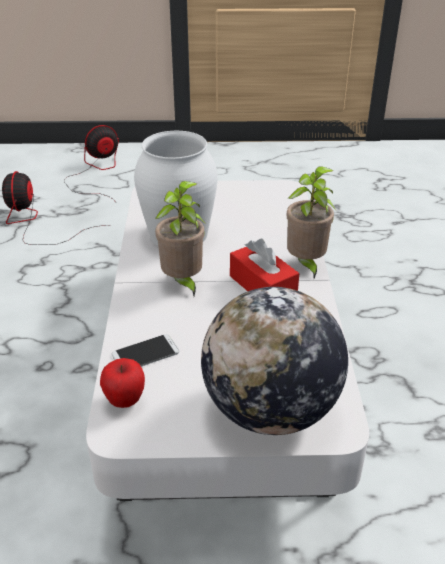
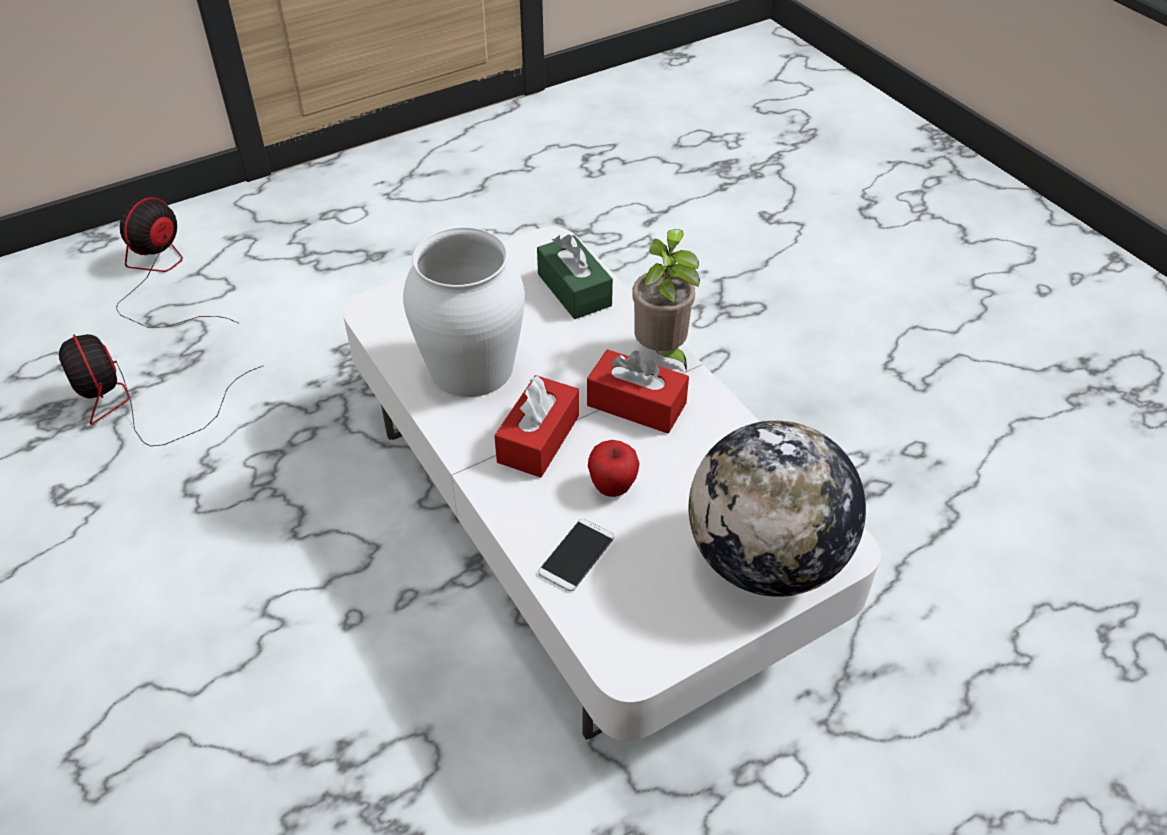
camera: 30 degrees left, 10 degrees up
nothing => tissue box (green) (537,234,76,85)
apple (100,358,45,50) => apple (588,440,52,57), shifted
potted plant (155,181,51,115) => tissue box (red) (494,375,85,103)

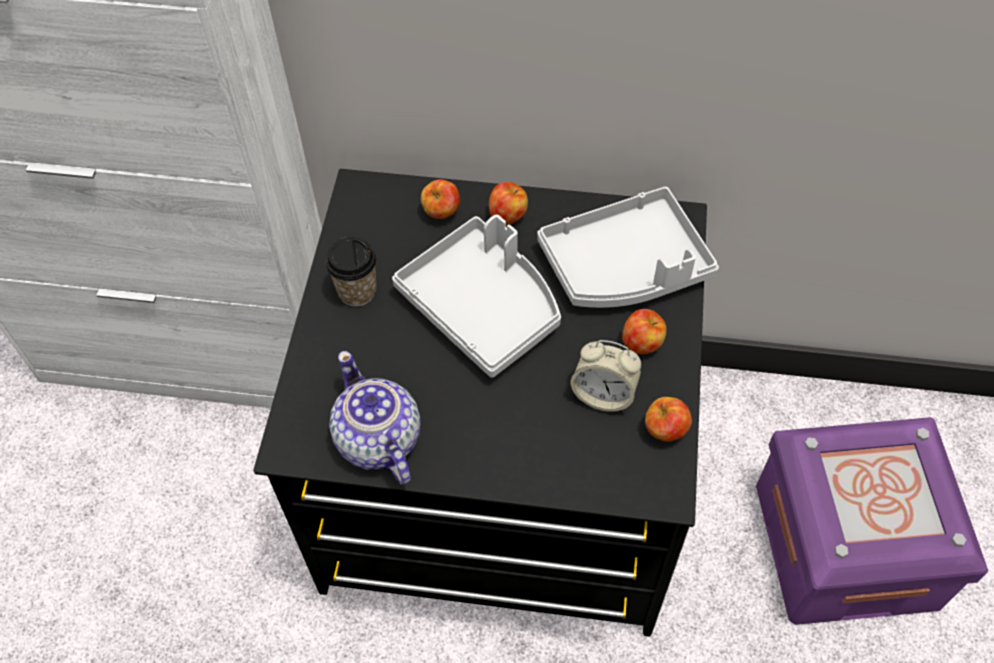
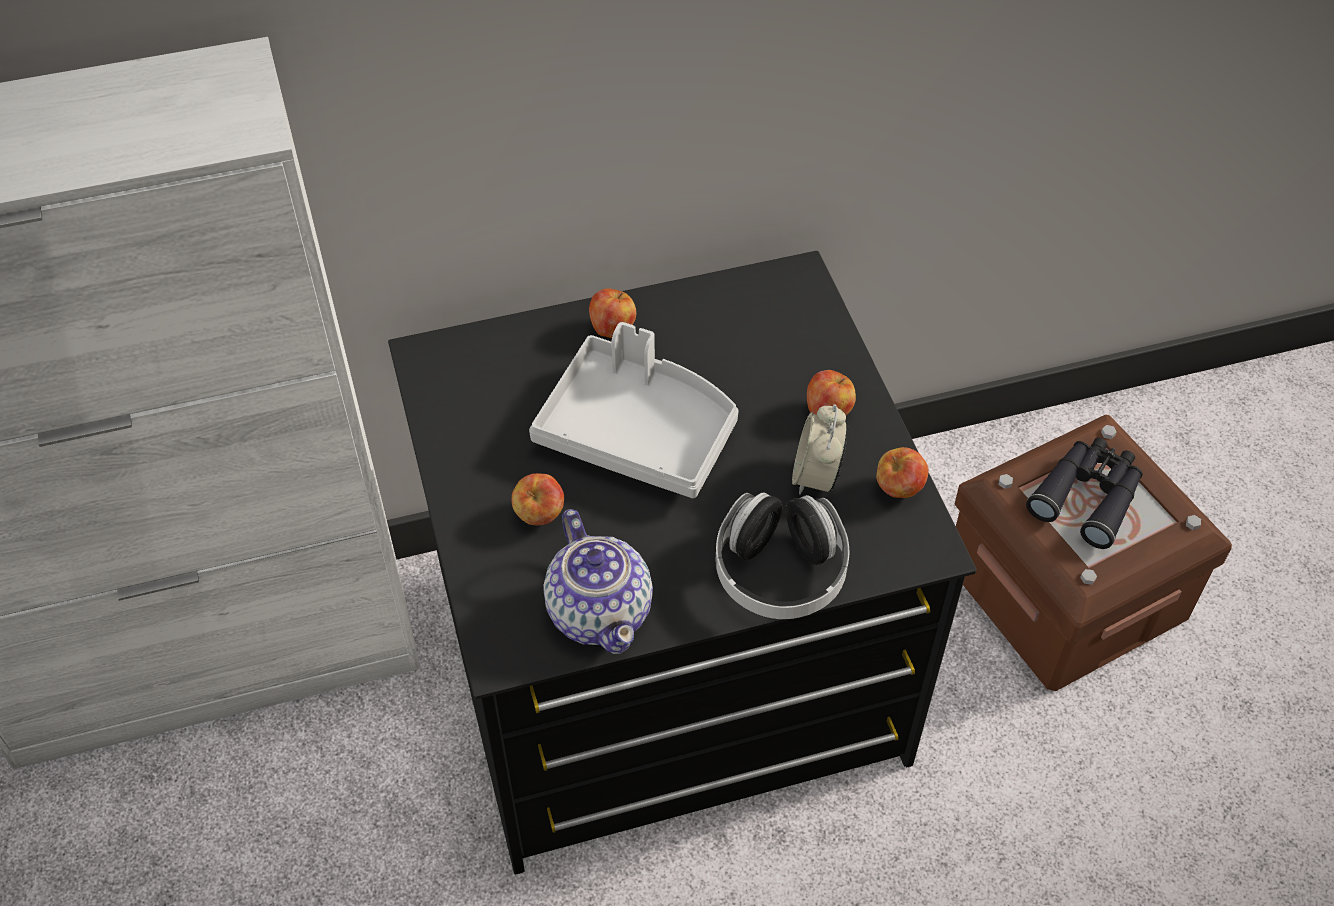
camera: 25 degrees left, 5 degrees down
cup (325,237,52,70) => nothing
tray (grey) (537,187,182,121) => nothing
nothing => headphones (716,493,133,126)
nothing => binoculars (black) (1026,437,117,112)
apple (421,179,39,40) => apple (512,473,52,52), shifted
storage box (purple) (756,417,232,208) => storage box (brown) (954,415,278,276)
teapot (329,351,92,133) => teapot (543,509,110,145), 150 degrees counterclockwise
alarm clock (571,340,70,72) => alarm clock (792,404,56,91), 105 degrees clockwise

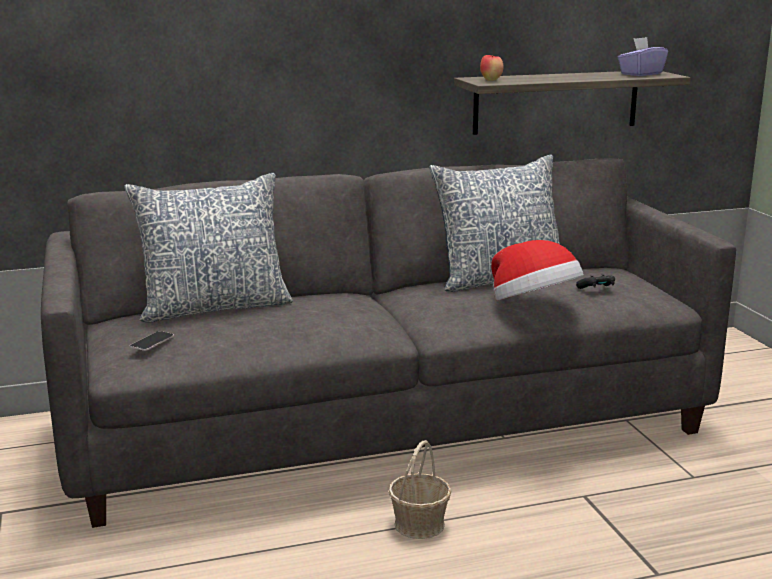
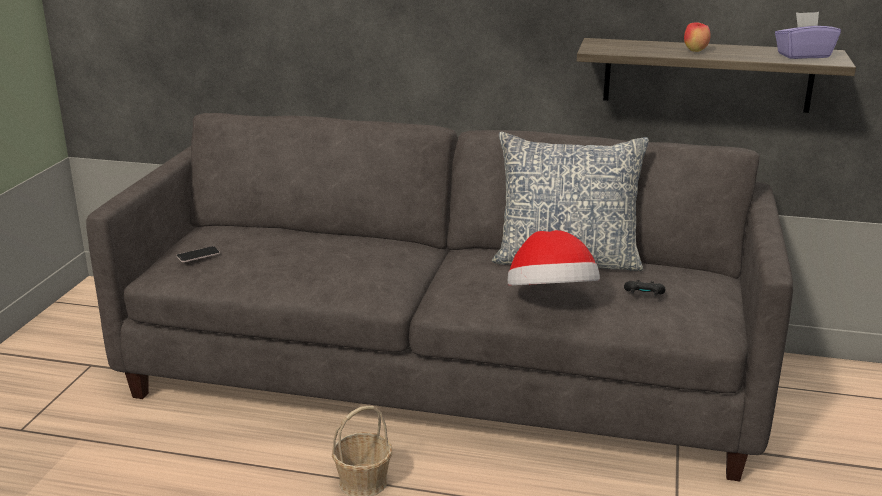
camera: 30 degrees right, 5 degrees up
pillow (124,173,169,149) => nothing
apple (480,55,24,26) => apple (684,22,27,30), shifted

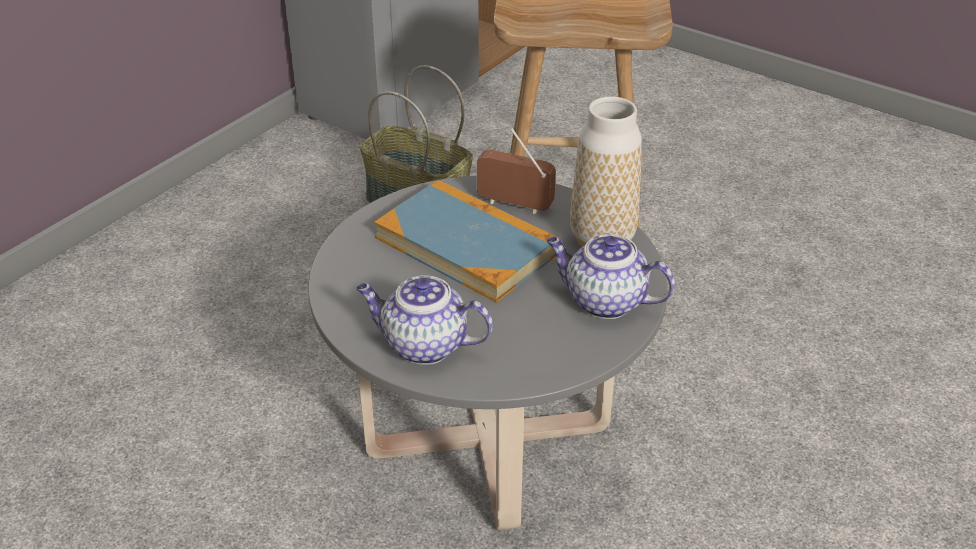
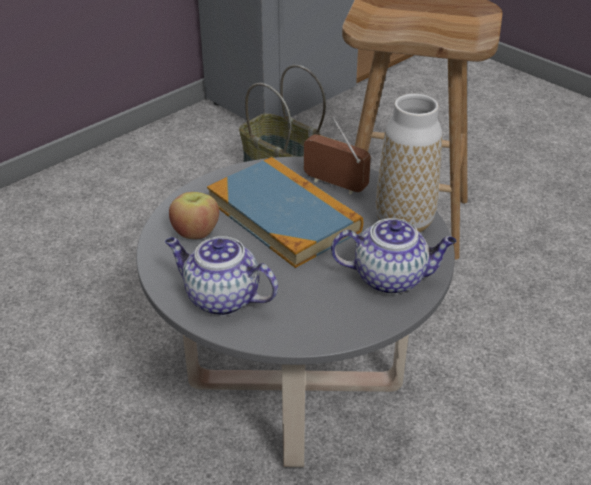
camera: 10 degrees right, 0 degrees up
nothing => apple (169,192,50,47)
teapot (546,234,129,85) => teapot (331,218,126,76), 150 degrees clockwise

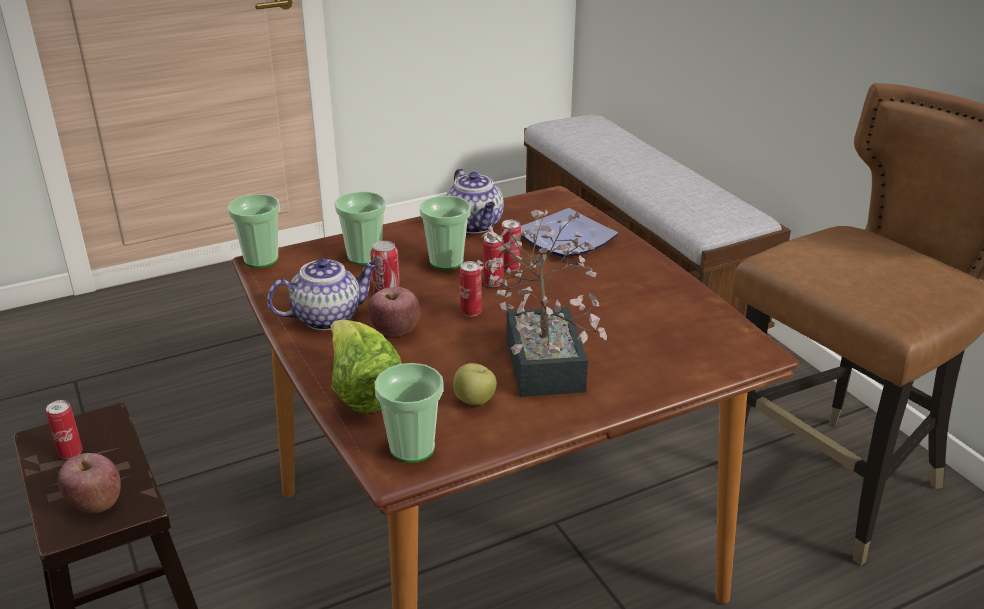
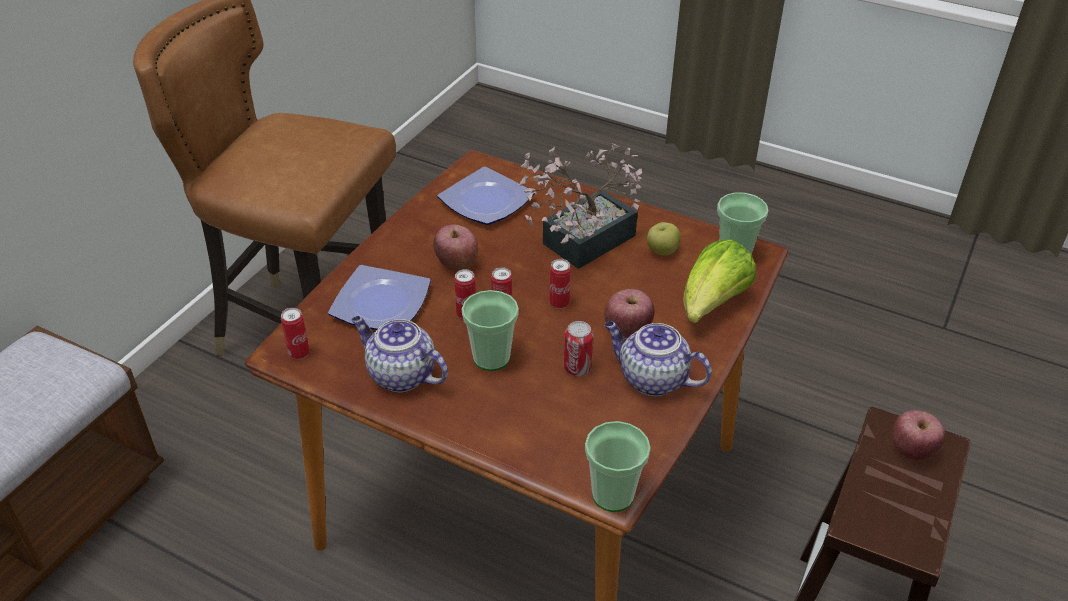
camera: 125 degrees left, 10 degrees up
cup (335,191,51,74) => nothing
nothing => apple (433,225,45,47)
nothing => plate (437,167,97,58)
can (46,400,37,59) => can (281,308,28,51), shifted
teapot (446,168,58,65) => teapot (351,316,97,77), 90 degrees counterclockwise

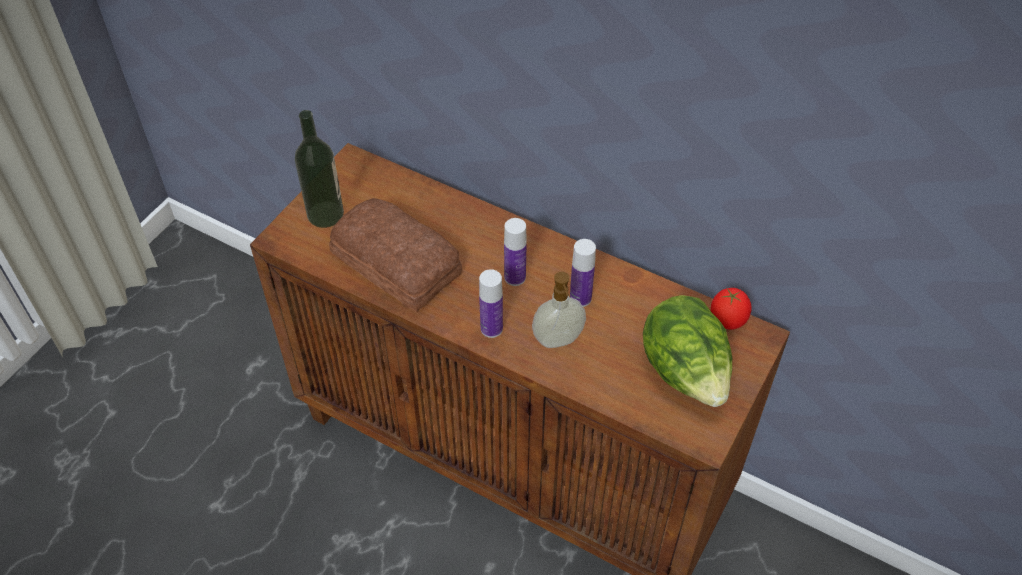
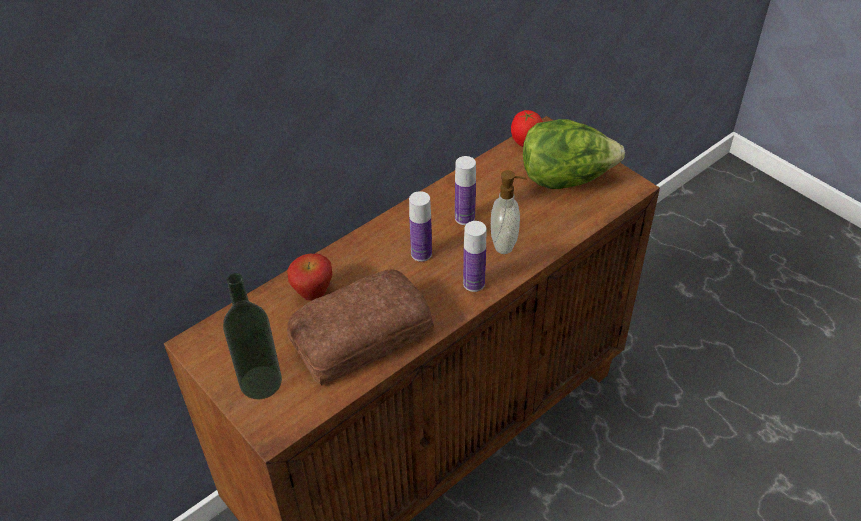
camera: 70 degrees left, 5 degrees down
nothing => apple (287,254,45,47)

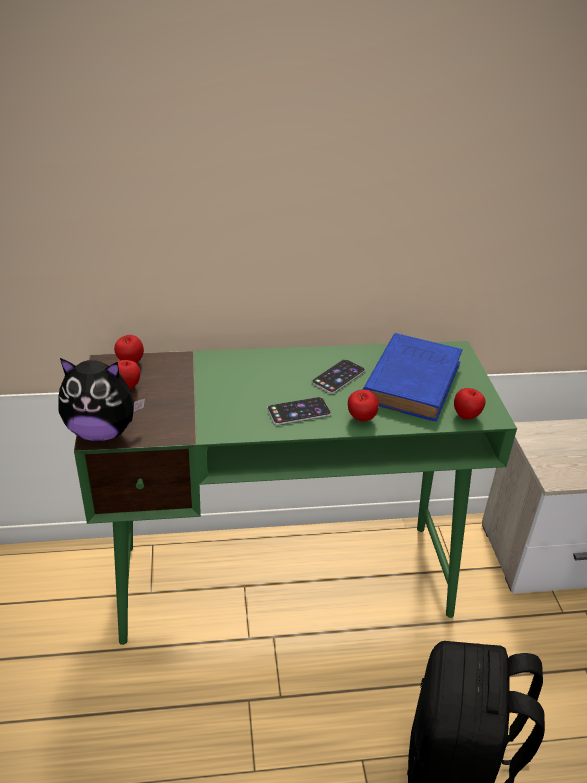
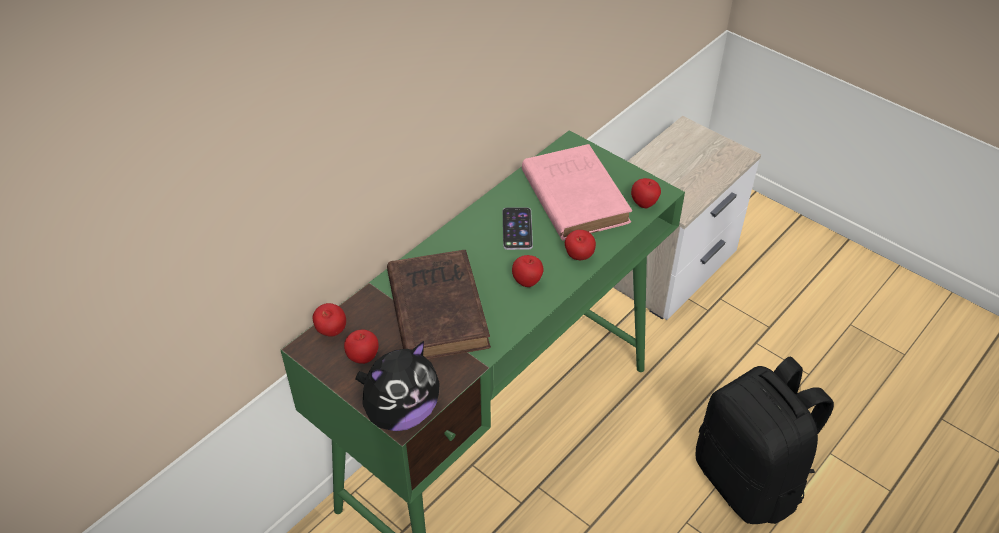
camera: 40 degrees left, 10 degrees up
nothing => book (brown) (387,250,104,109)
phone (267,397,64,28) => apple (512,255,32,32)
book (blue) (363,333,100,88) => book (pink) (522,144,110,96)

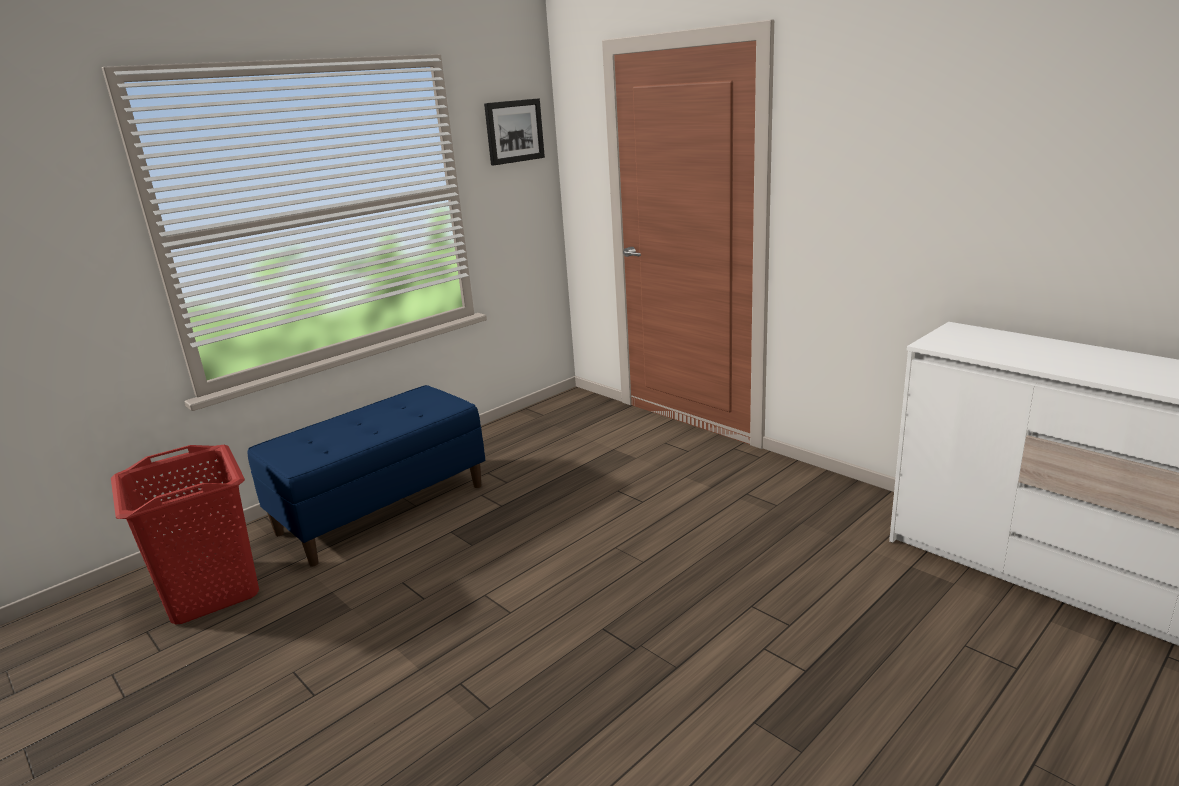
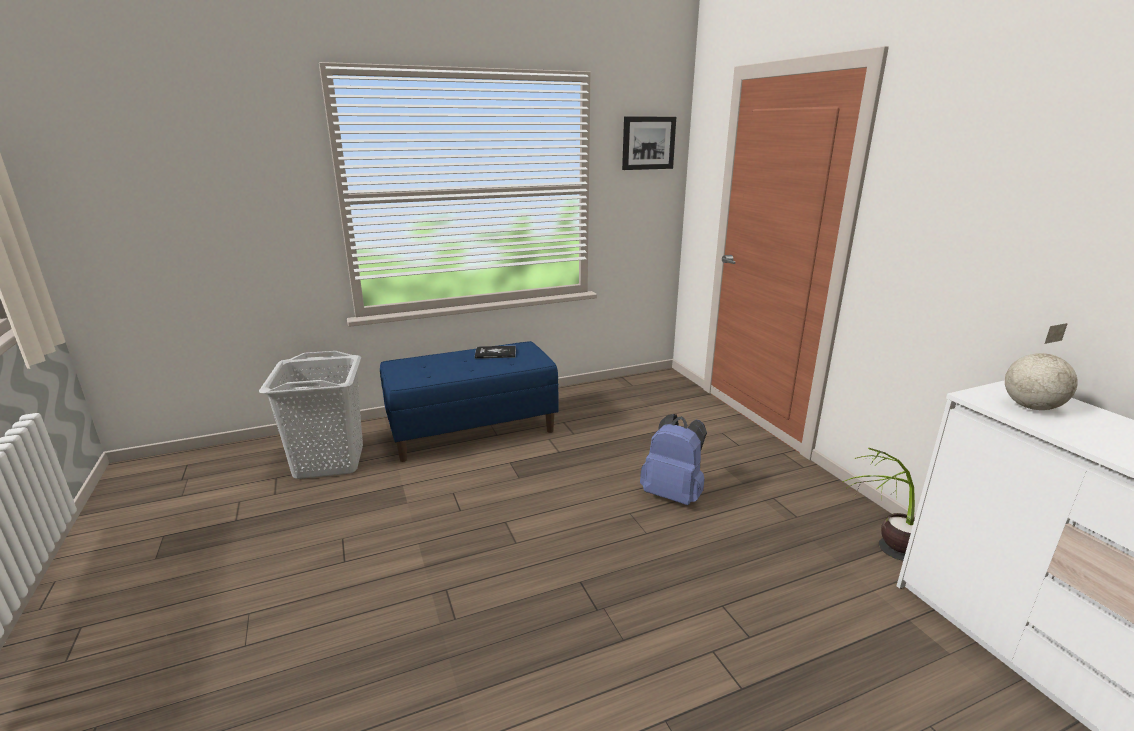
camera: 20 degrees right, 0 degrees up
nothing => book (475,346,41,12)
nothing => backpack (blue) (640,414,67,91)
nothing => potted plant (842,448,73,113)
nothing => globe (1005,323,73,87)
laundry basket (red) (111,445,148,179) => laundry basket (grey) (259,351,104,128)

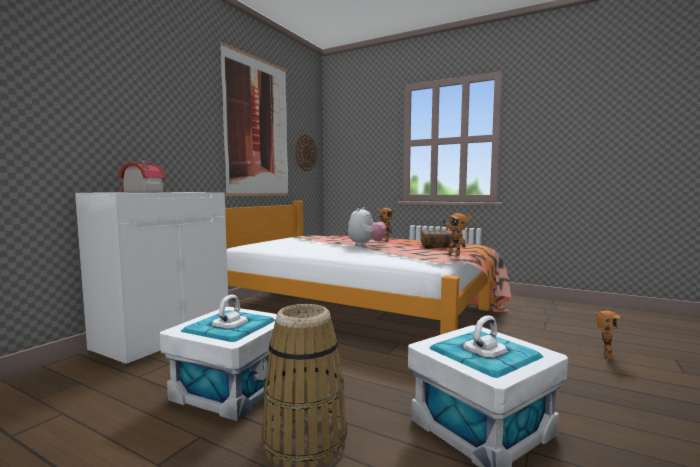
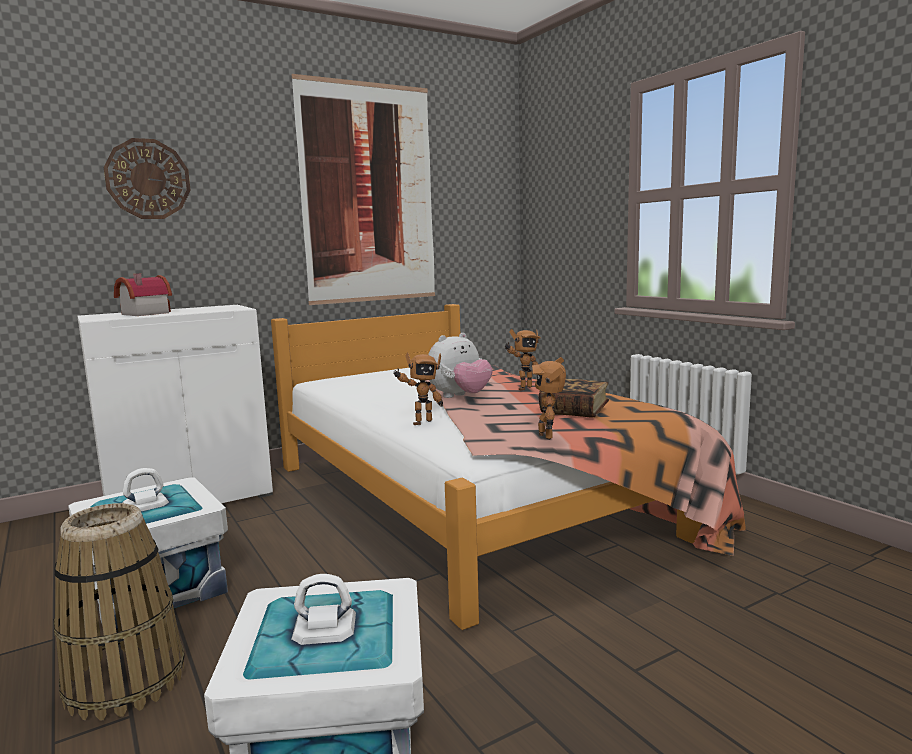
camera: 30 degrees right, 5 degrees up
wall clock (296,135,21,36) => wall clock (104,138,87,81), shifted
toy robot (596,308,26,54) => toy robot (393,353,50,72), shifted

